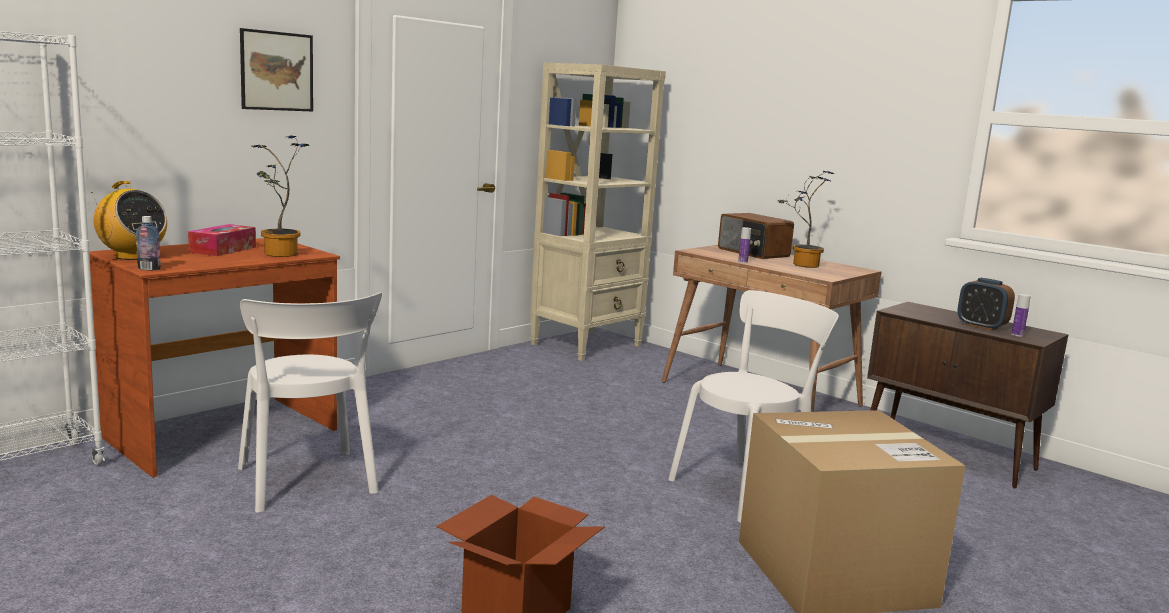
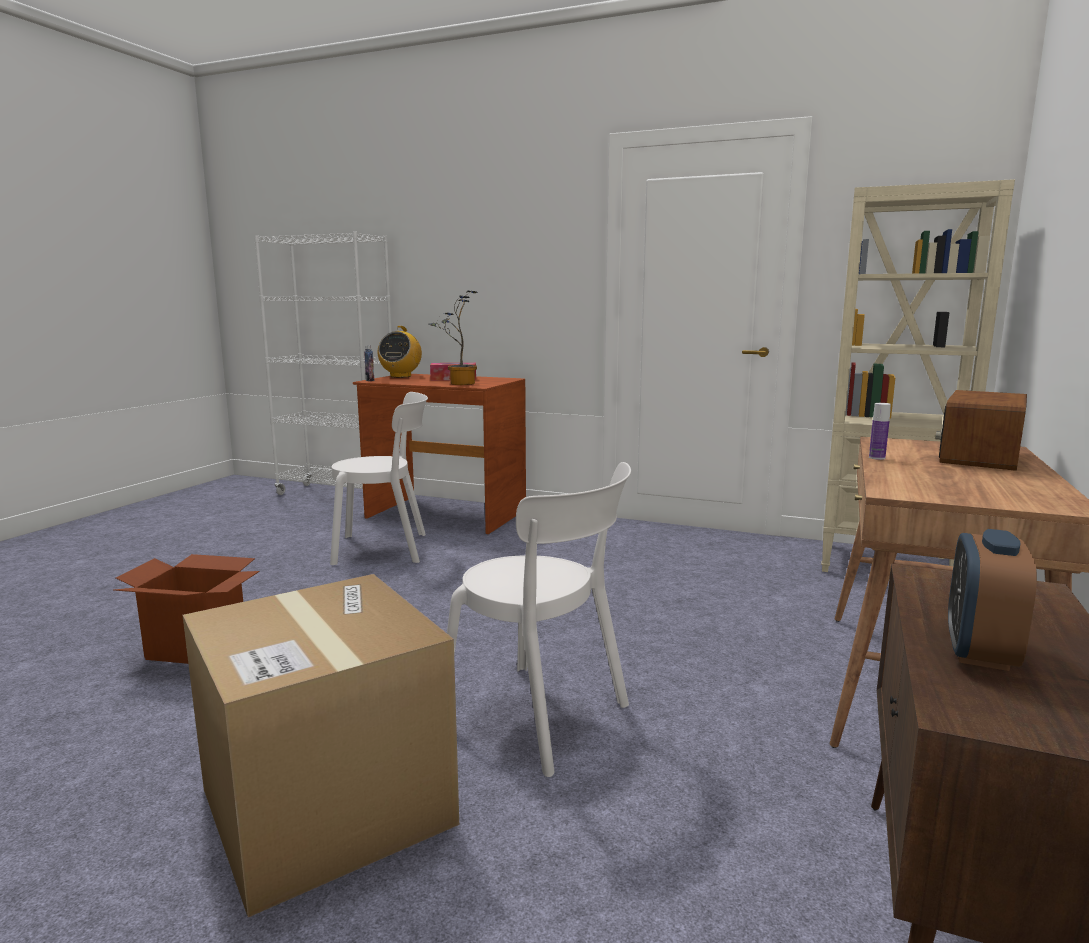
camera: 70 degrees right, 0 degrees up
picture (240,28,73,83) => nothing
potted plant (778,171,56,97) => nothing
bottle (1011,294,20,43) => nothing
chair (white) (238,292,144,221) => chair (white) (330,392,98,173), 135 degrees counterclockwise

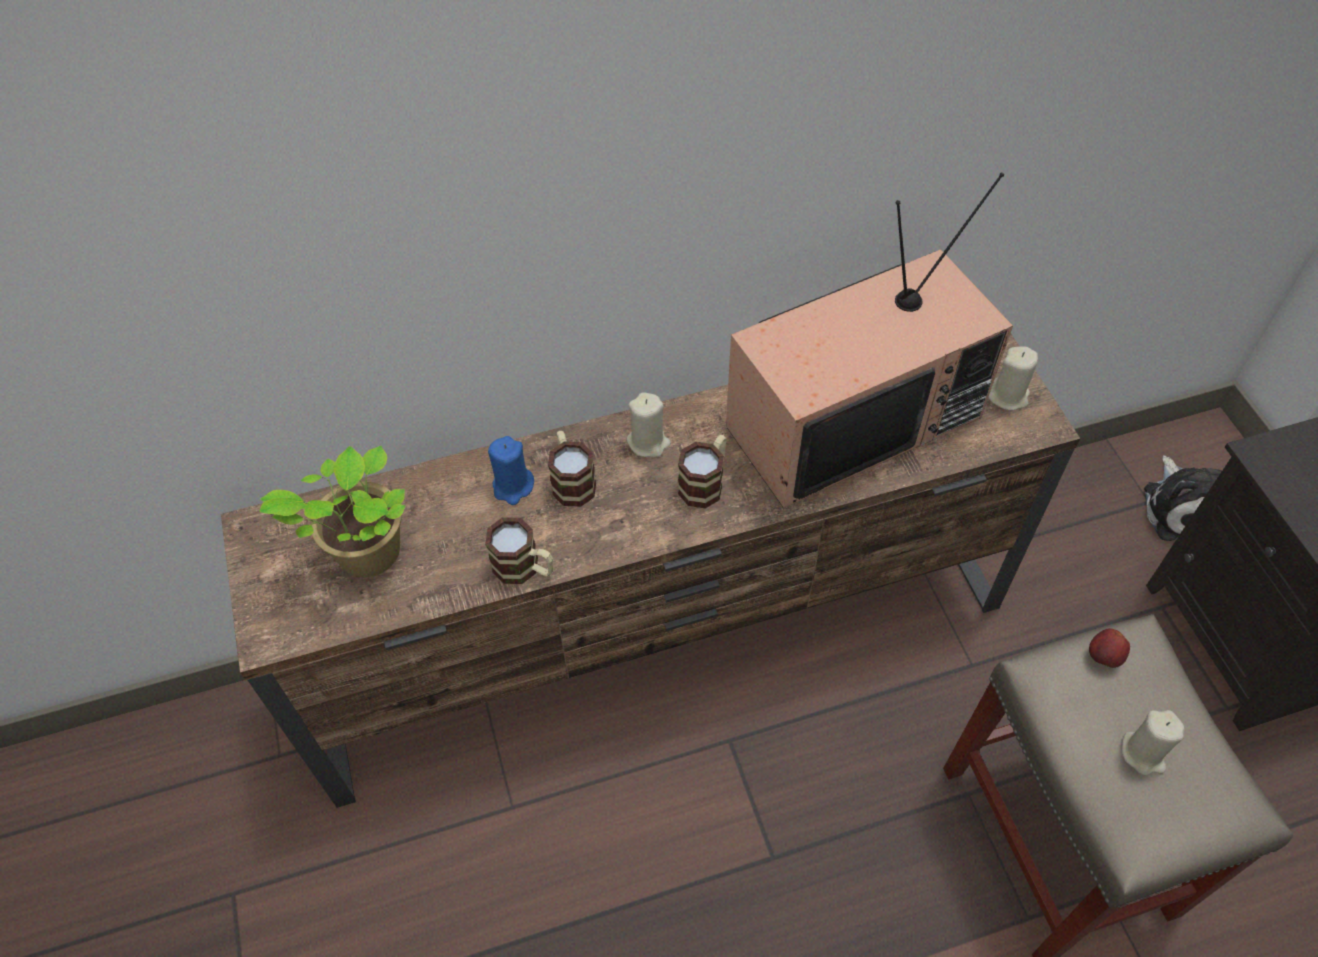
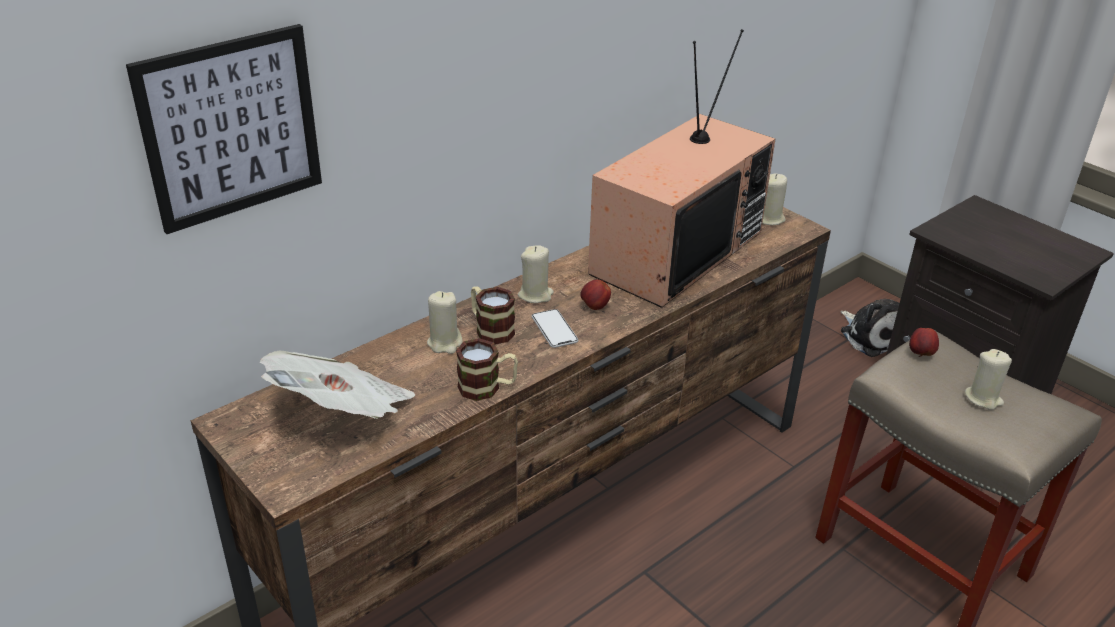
camera: 25 degrees left, 20 degrees down
nothing => picture (126,24,196,210)
nothing => phone (532,309,47,39)
potted plant (260,446,145,131) => newspaper (260,351,155,67)
mug (678,435,48,73) => apple (580,280,31,30)
candle (blue) (488,436,46,69) => candle (beige) (427,291,35,63)

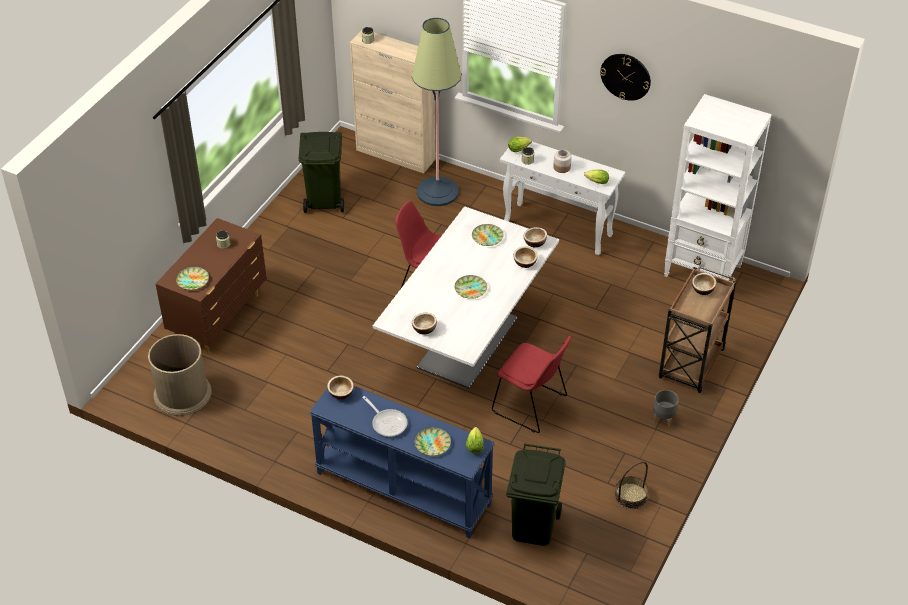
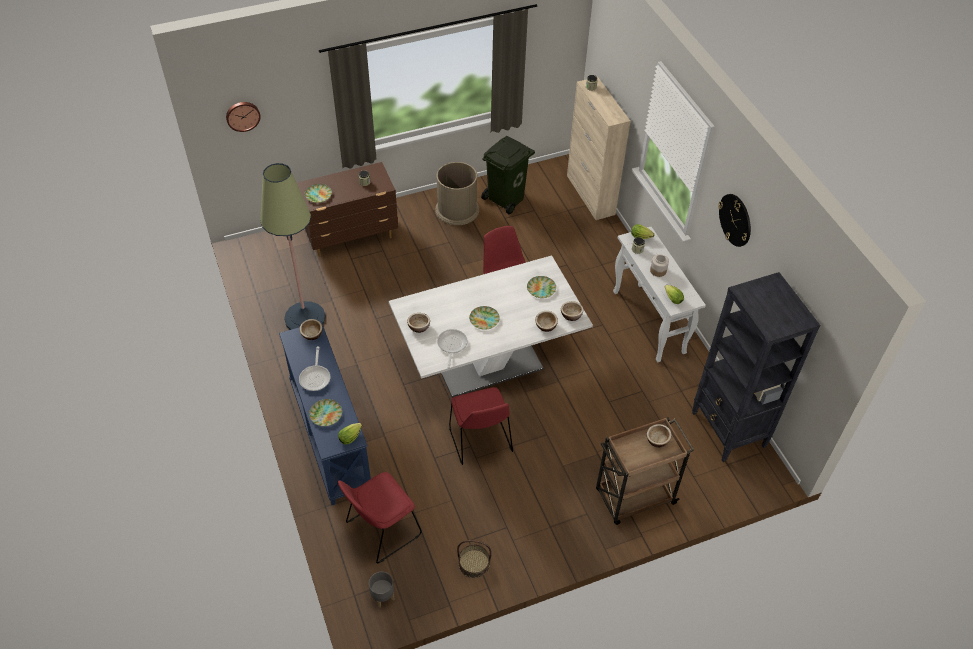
camera: 40 degrees right, 5 degrees up
nothing => wall clock (226,102,34,30)
nothing => frying pan (437,329,30,39)
trash can (brown) (148,334,64,82) => trash can (brown) (435,162,44,63), shifted
floor lamp (412,18,49,188) => floor lamp (260,163,66,167), shifted
planter (grey) (653,390,26,38) => planter (grey) (369,572,25,36), shifted
trash can (green) (506,443,60,103) => chair (red) (338,472,84,92)
bookcase (white) (664,94,108,187) => bookcase (black) (692,272,128,190)

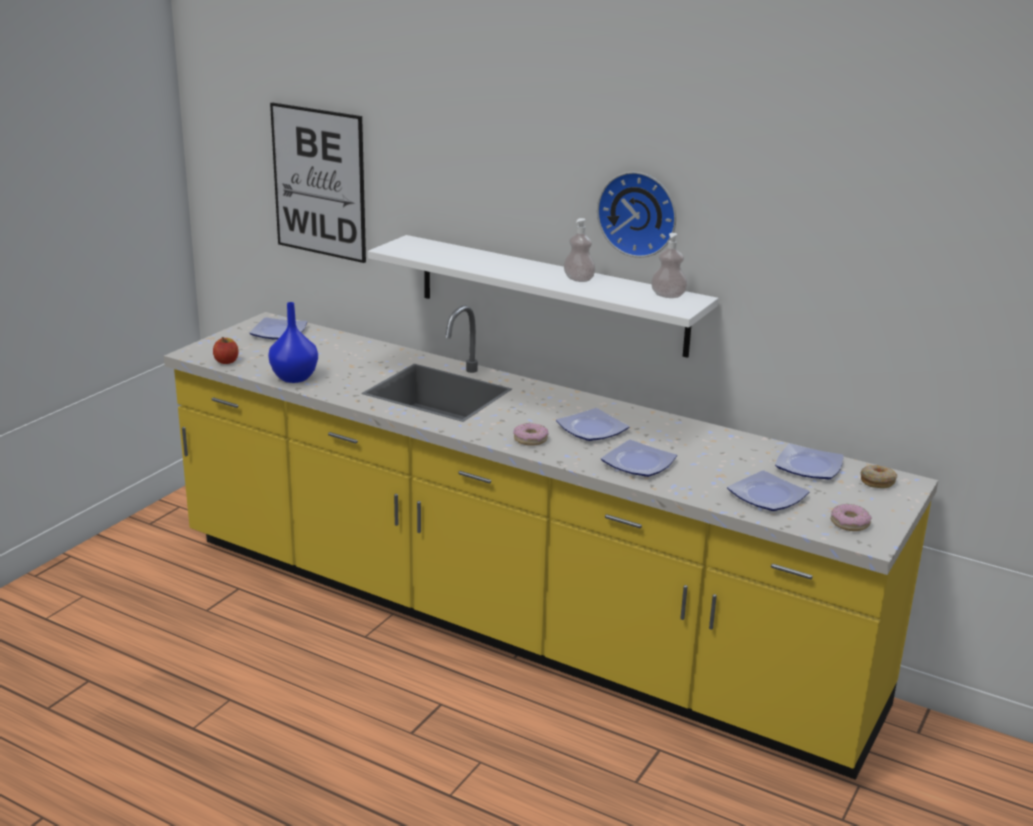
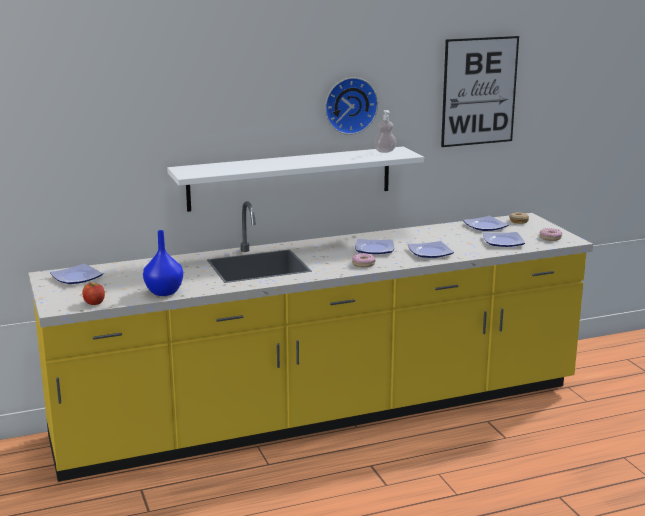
camera: 50 degrees left, 5 degrees down
soap dispenser (563,218,33,64) => nothing
picture (270,102,96,161) => picture (441,36,78,111), shifted

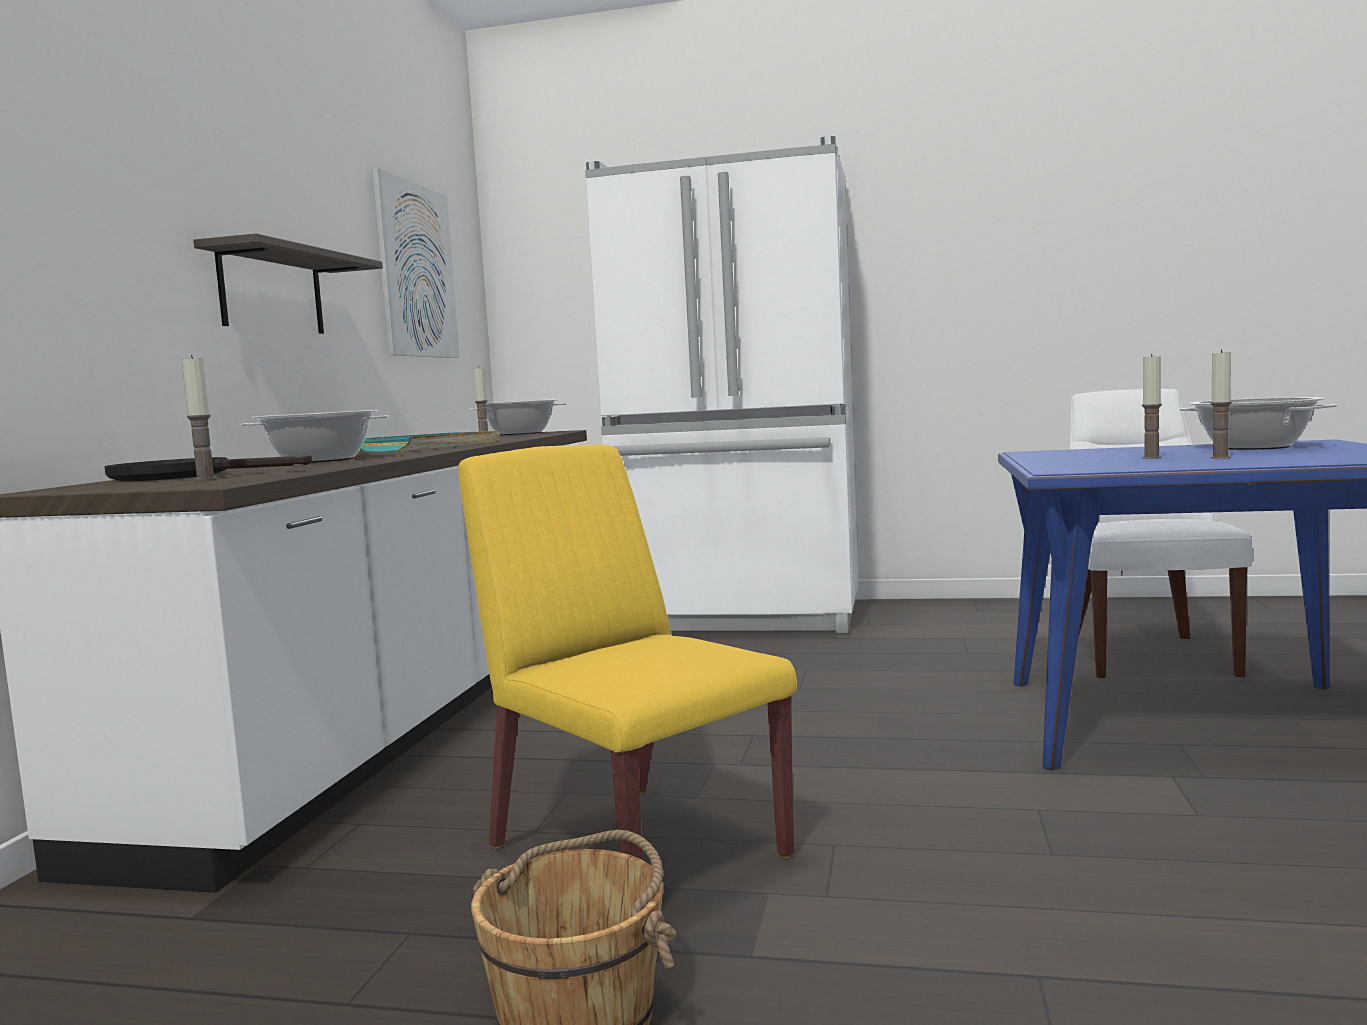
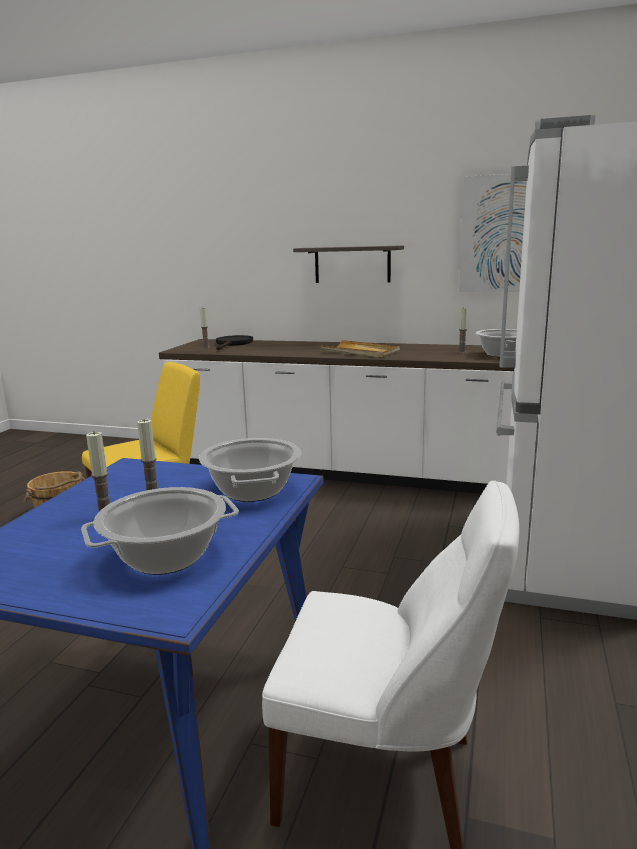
camera: 95 degrees right, 10 degrees up
cooking pot (240,410,149,53) => cooking pot (199,438,102,64), shifted
tray (turquoise) (361,431,139,21) => tray (beige) (321,340,79,18)

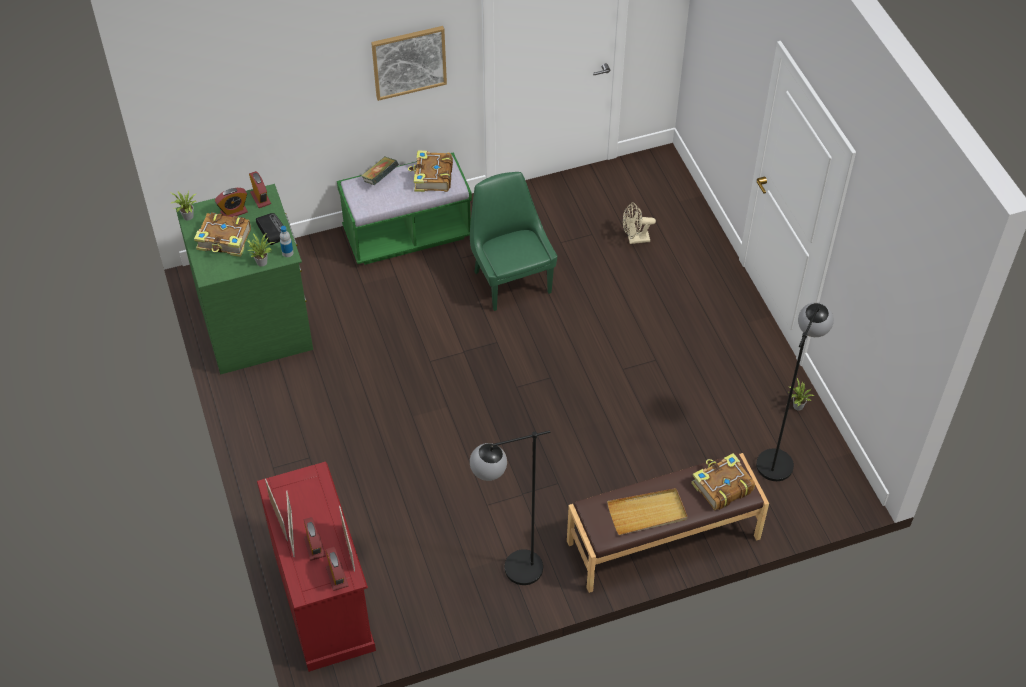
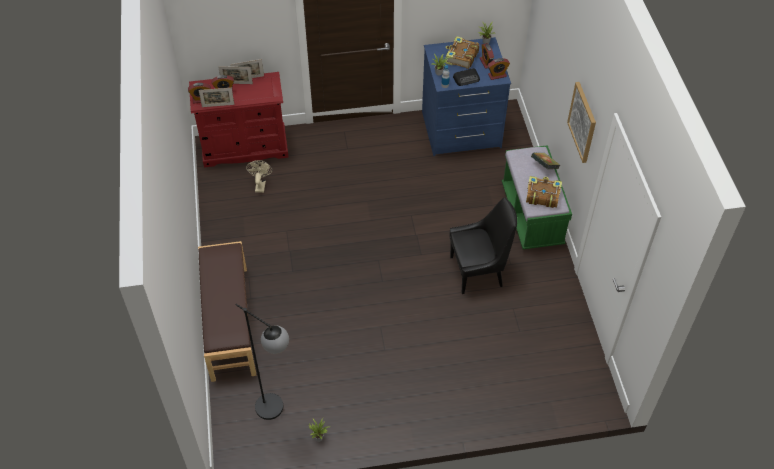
camera: 100 degrees right, 0 degrees up
floor lamp (black) (470,430,80,155) => nothing
tray (beige) (607,488,80,47) => nothing
book (691,453,64,57) => nothing
fan (beige) (623,202,33,42) => fan (beige) (246,160,26,33), shifted
dresser (green) (176,184,137,190) => dresser (blue) (422,37,89,119)
chair (green) (470,172,87,139) => chair (black) (450,197,67,97)

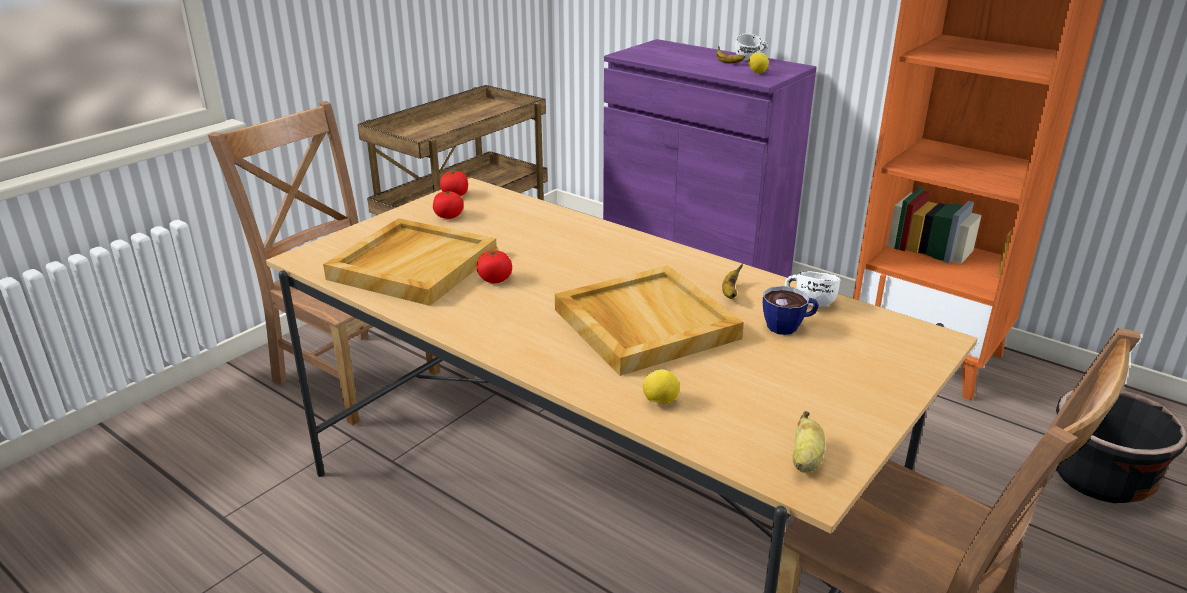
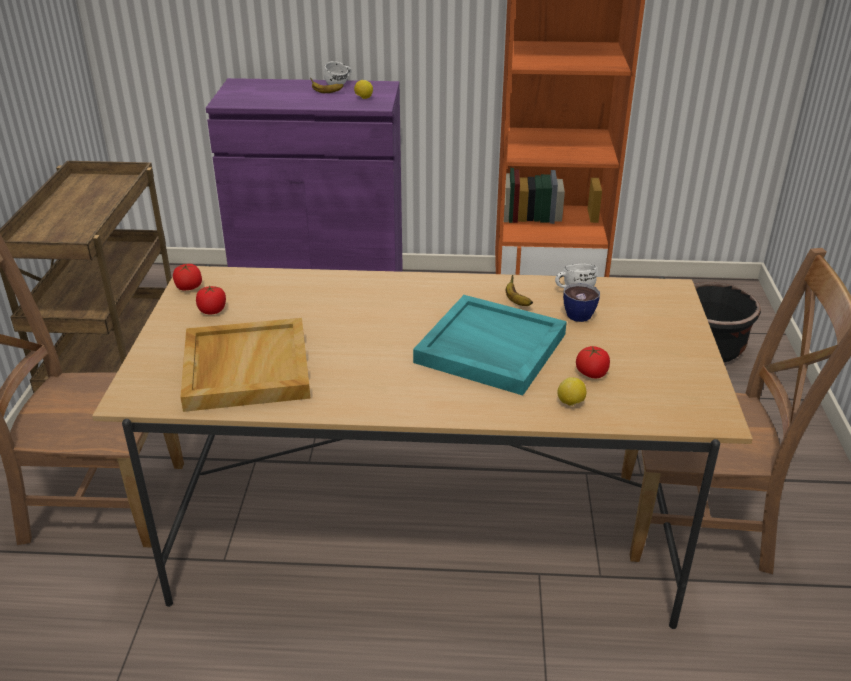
camera: 35 degrees left, 5 degrees up
banana (793,411,32,62) => nothing
tomato (477,250,35,33) => tomato (576,346,34,32), shifted
tray (beige) (555,266,189,110) => tray (turquoise) (413,295,154,100)

